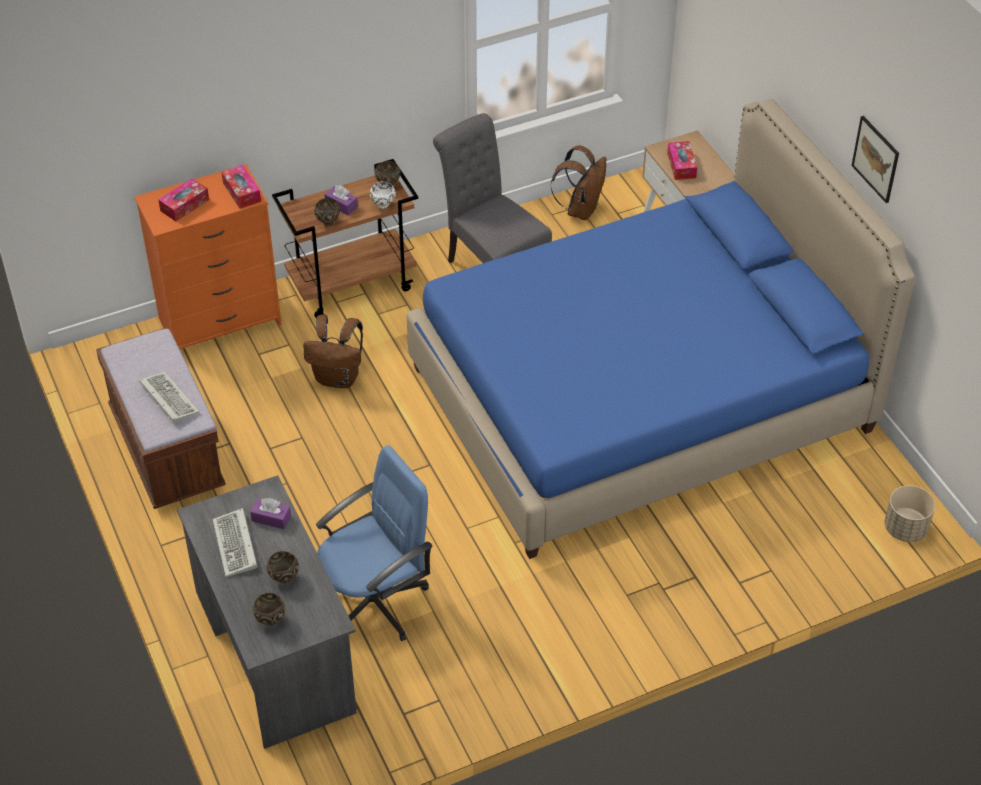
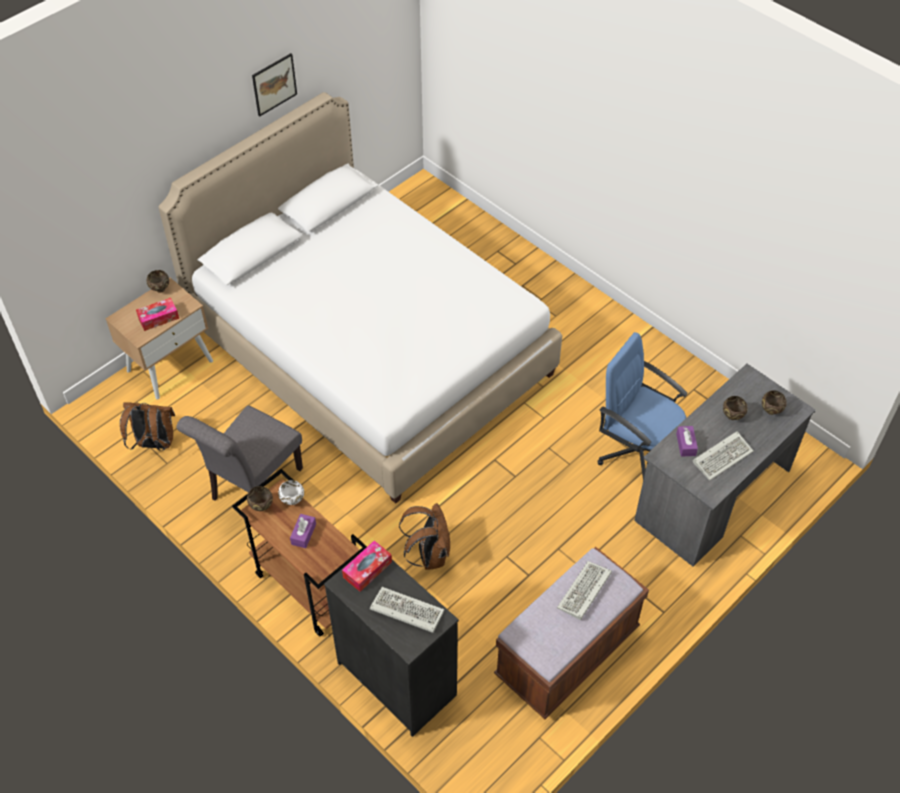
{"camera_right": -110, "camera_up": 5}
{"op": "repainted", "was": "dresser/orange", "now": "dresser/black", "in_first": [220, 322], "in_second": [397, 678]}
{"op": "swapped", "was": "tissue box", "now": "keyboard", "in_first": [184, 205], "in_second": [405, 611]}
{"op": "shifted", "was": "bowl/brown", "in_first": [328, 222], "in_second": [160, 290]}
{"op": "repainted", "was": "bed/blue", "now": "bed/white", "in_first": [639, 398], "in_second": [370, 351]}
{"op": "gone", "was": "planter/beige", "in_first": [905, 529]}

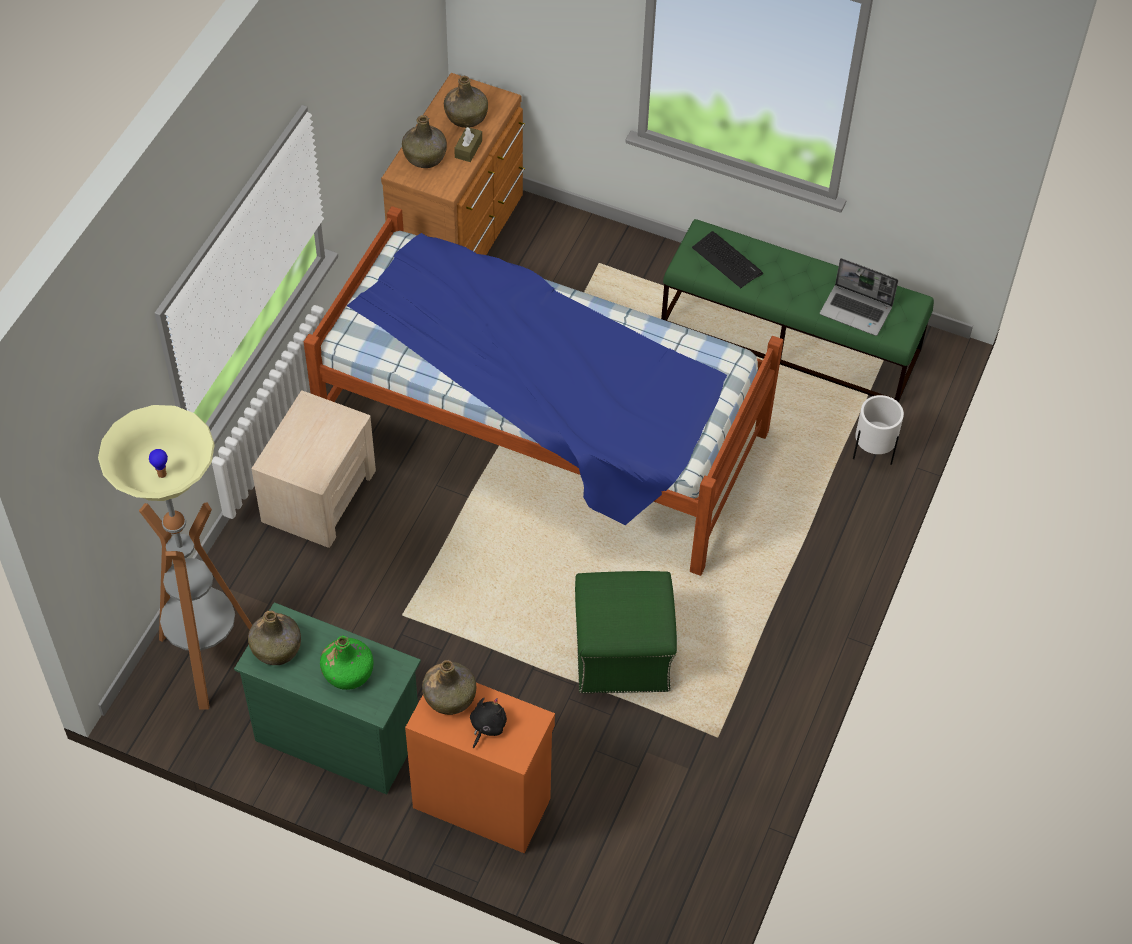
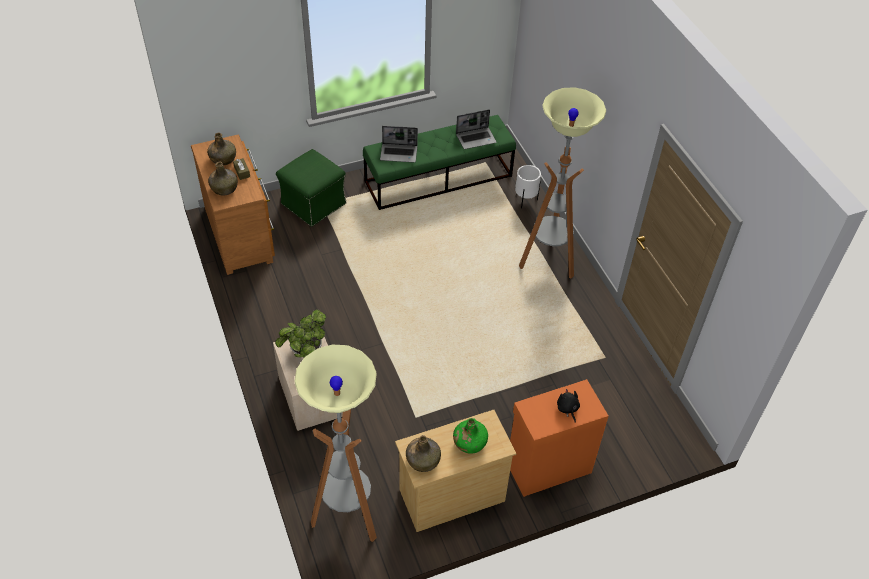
{"camera_right": -45, "camera_up": -5}
{"op": "repainted", "was": "dresser/green", "now": "dresser/beige", "in_first": [337, 735], "in_second": [451, 495]}
{"op": "gone", "was": "bed", "in_first": [542, 435]}
{"op": "gone", "was": "bottle/green", "in_first": [450, 696]}
{"op": "shifted", "was": "ottoman/green", "in_first": [621, 654], "in_second": [313, 204]}
{"op": "swapped", "was": "keyboard", "now": "laptop", "in_first": [727, 260], "in_second": [399, 153]}
{"op": "new", "now": "potted plant", "in_second": [304, 351]}
{"op": "new", "now": "floor lamp", "in_second": [548, 261]}

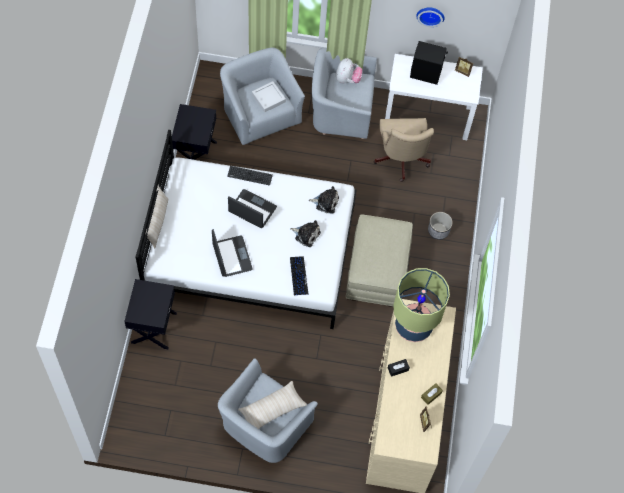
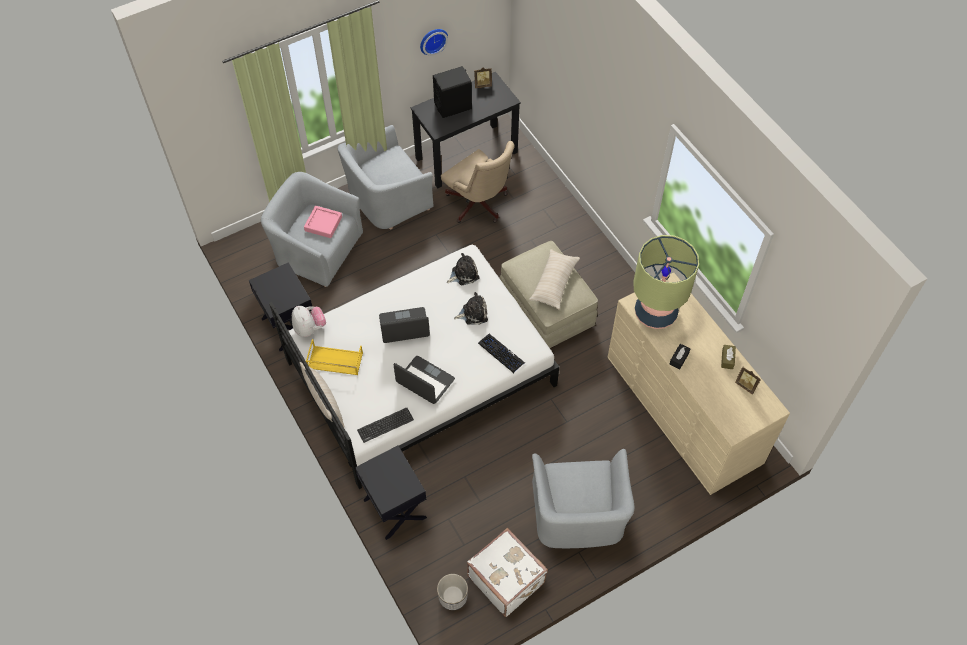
{"camera_right": -35, "camera_up": -5}
{"op": "shifted", "was": "keyboard", "in_first": [250, 175], "in_second": [385, 425]}
{"op": "shifted", "was": "pillow/beige", "in_first": [272, 409], "in_second": [554, 283]}
{"op": "repainted", "was": "tray/grey", "now": "tray/pink", "in_first": [268, 98], "in_second": [323, 224]}
{"op": "shifted", "was": "plush toy", "in_first": [347, 79], "in_second": [309, 328]}
{"op": "repainted", "was": "desk/white", "now": "desk/black", "in_first": [428, 116], "in_second": [467, 155]}
{"op": "shifted", "was": "planter", "in_first": [438, 230], "in_second": [452, 597]}
{"op": "new", "now": "tray/yellow", "in_second": [334, 361]}
{"op": "new", "now": "suitcase/white", "in_second": [506, 578]}

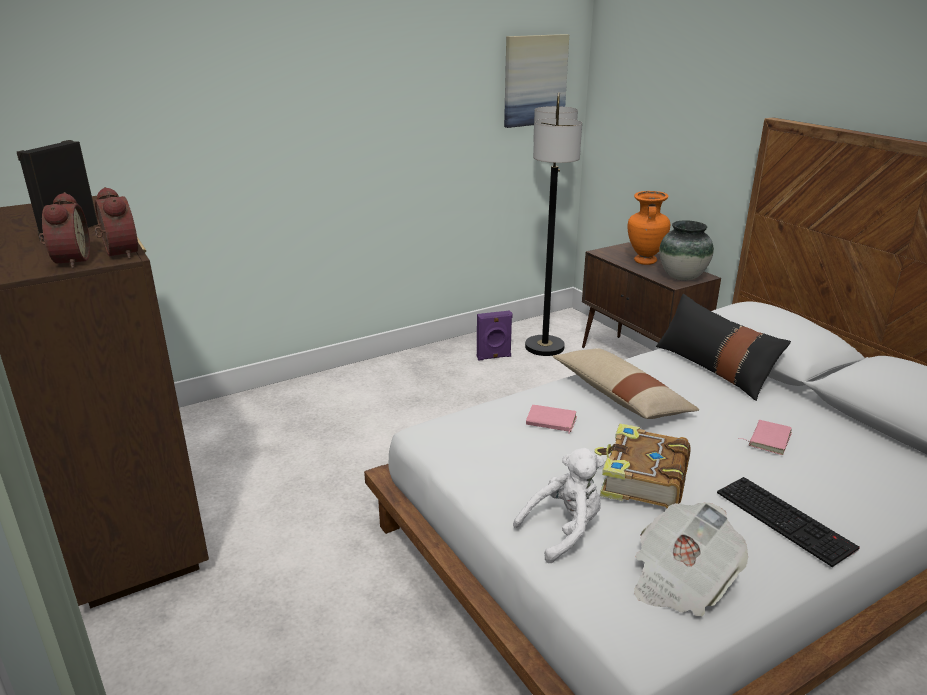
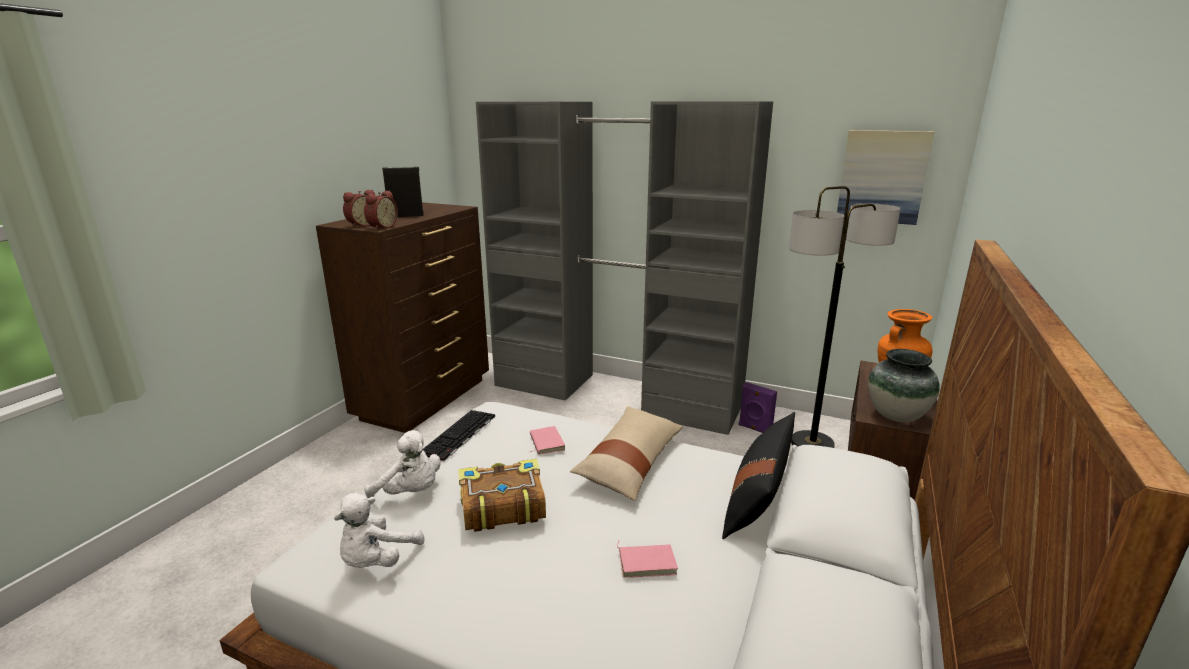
{"camera_right": 55, "camera_up": -5}
{"op": "swapped", "was": "newspaper", "now": "plush toy/white", "in_first": [680, 580], "in_second": [377, 560]}
{"op": "shifted", "was": "keyboard", "in_first": [786, 520], "in_second": [459, 435]}
{"op": "new", "now": "wardrobe/grey", "in_second": [616, 394]}

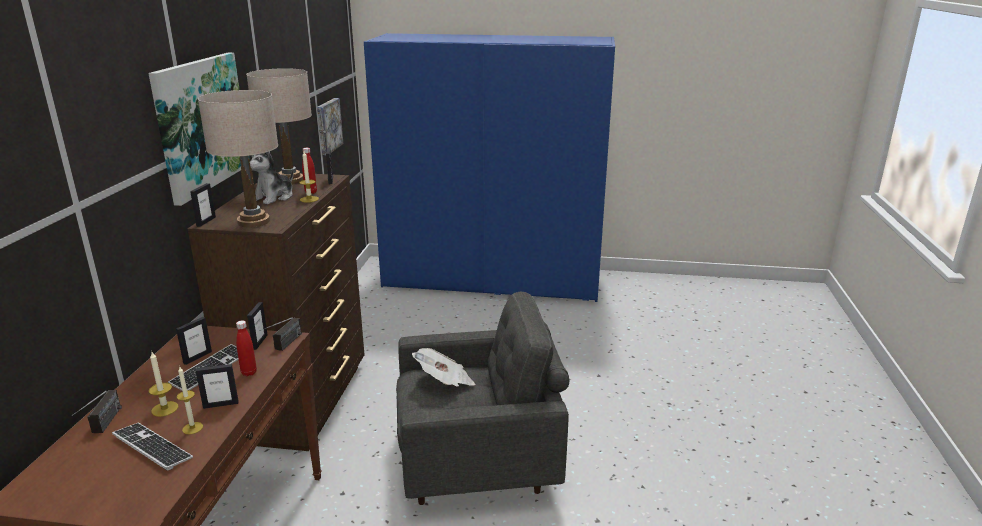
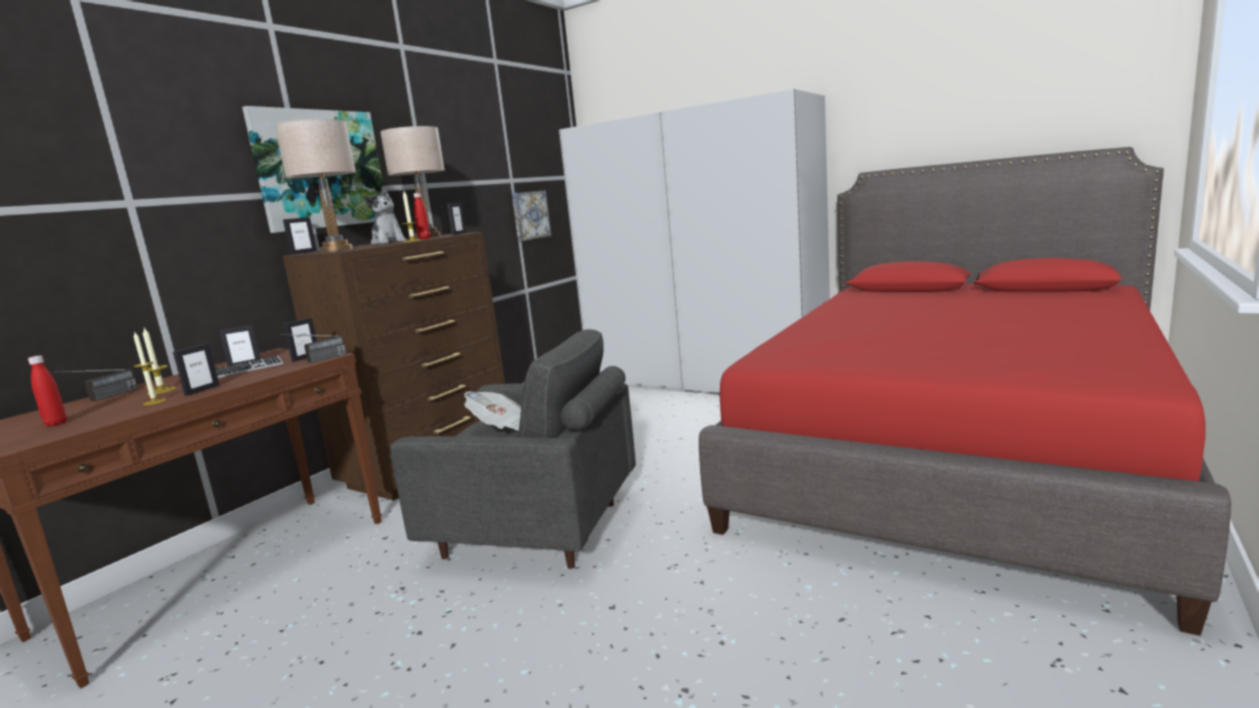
{"camera_right": 25, "camera_up": -10}
{"op": "gone", "was": "keyboard", "in_first": [152, 447]}
{"op": "rotated", "was": "picture frame", "in_first": [221, 404], "in_second": [202, 390], "clockwise": -75}
{"op": "shifted", "was": "bottle/red", "in_first": [249, 372], "in_second": [56, 423]}
{"op": "rotated", "was": "plush toy", "in_first": [274, 197], "in_second": [389, 242], "clockwise": -90}
{"op": "repainted", "was": "wardrobe/blue", "now": "wardrobe/white", "in_first": [492, 279], "in_second": [704, 381]}
{"op": "new", "now": "bed/red", "in_second": [954, 456]}

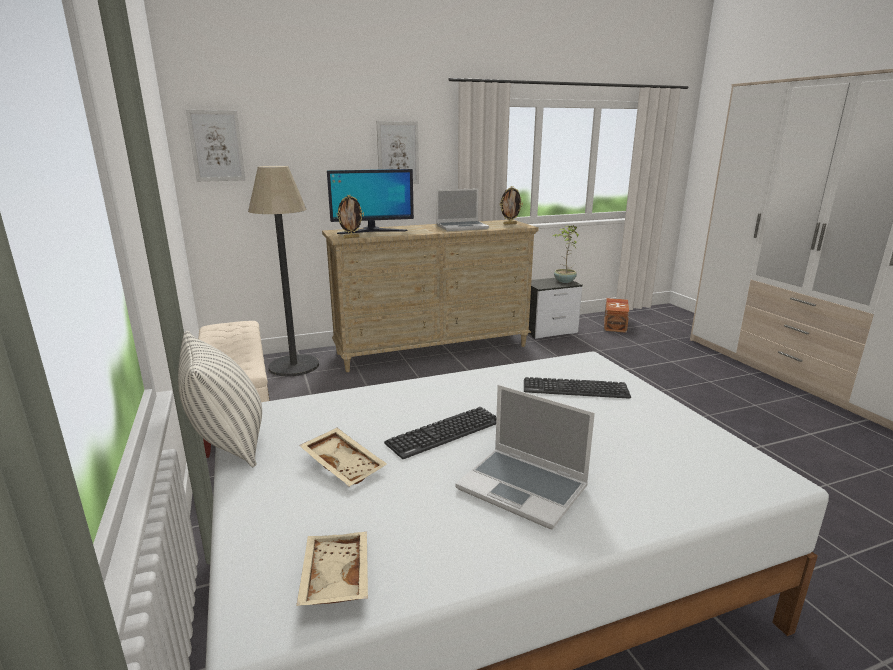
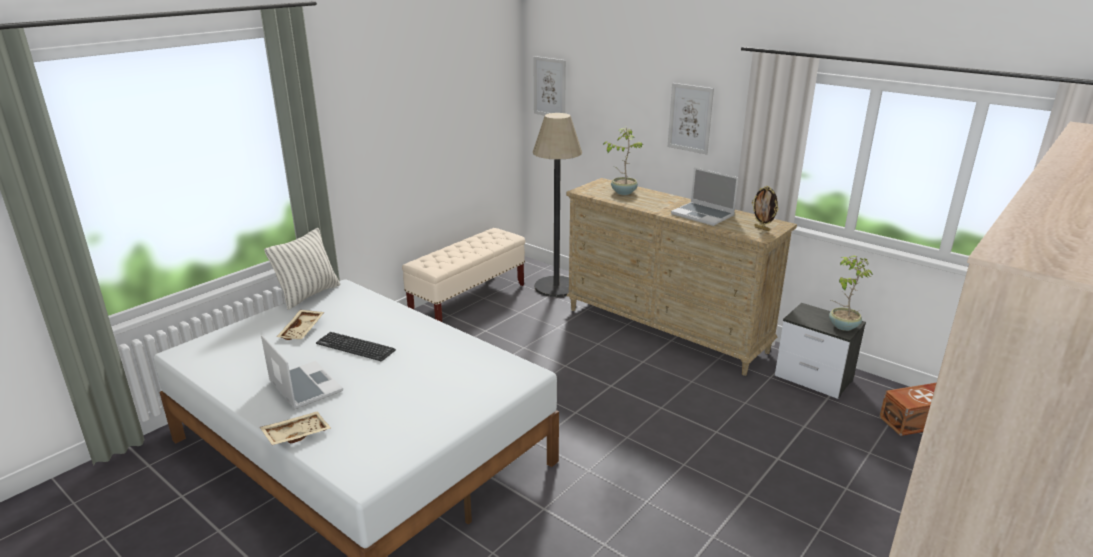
{"camera_right": 60, "camera_up": 5}
{"op": "shifted", "was": "tray/beige", "in_first": [334, 578], "in_second": [296, 434]}
{"op": "swapped", "was": "monitor", "now": "potted plant", "in_first": [372, 231], "in_second": [623, 192]}
{"op": "gone", "was": "picture frame", "in_first": [351, 237]}
{"op": "rotated", "was": "laptop", "in_first": [524, 488], "in_second": [304, 386], "clockwise": 135}
{"op": "gone", "was": "keyboard", "in_first": [575, 389]}

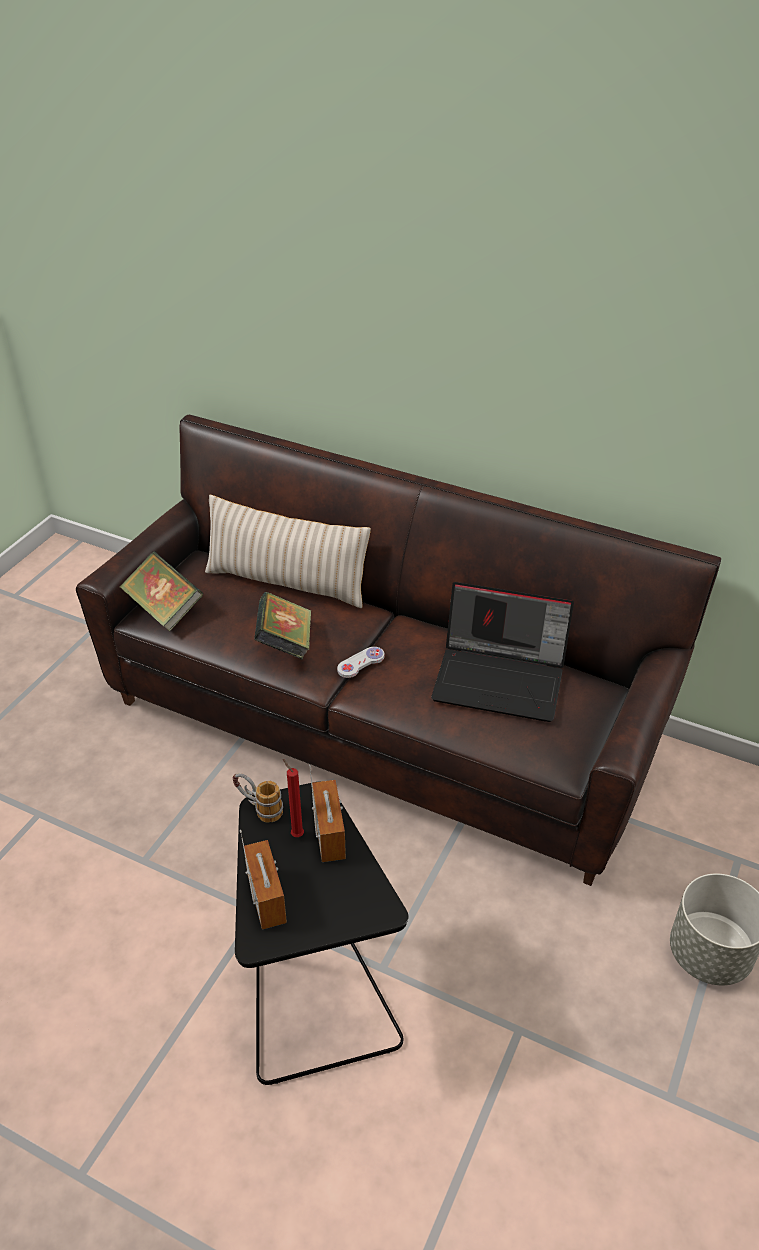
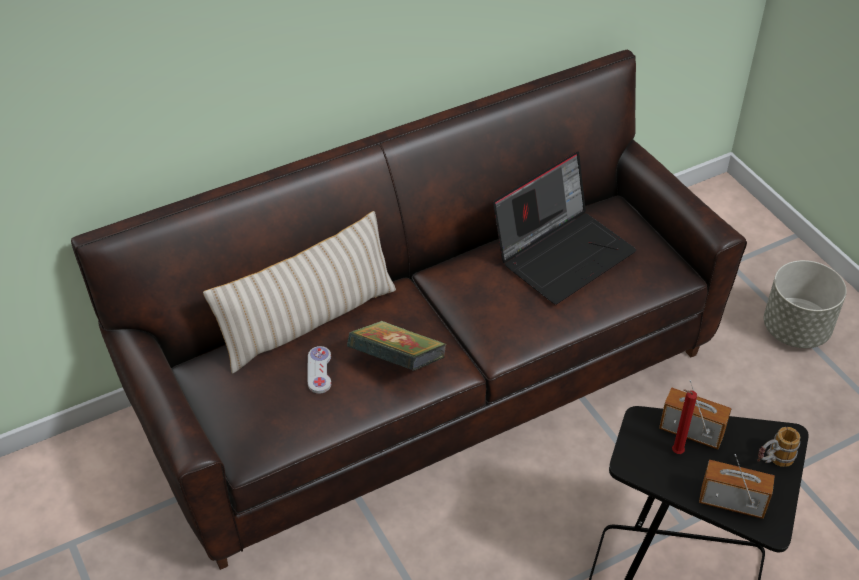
{"camera_right": -55, "camera_up": 5}
{"op": "gone", "was": "book", "in_first": [164, 609]}
{"op": "shifted", "was": "mug", "in_first": [259, 808], "in_second": [772, 462]}
{"op": "shifted", "was": "game controller/white", "in_first": [360, 663], "in_second": [319, 371]}

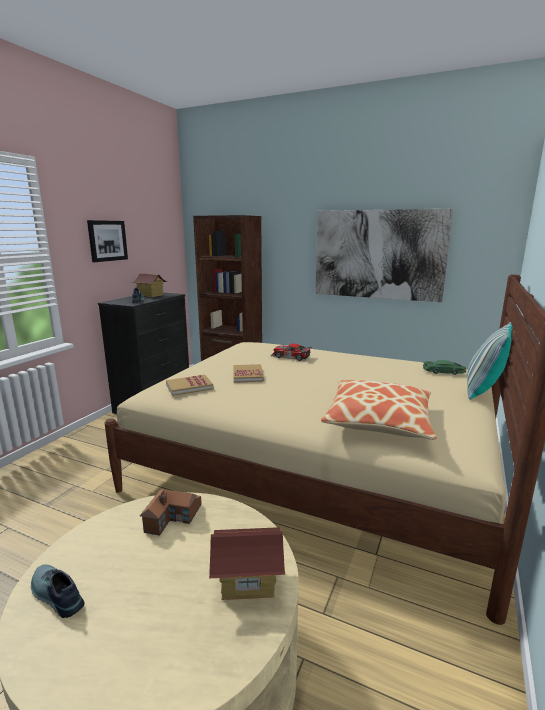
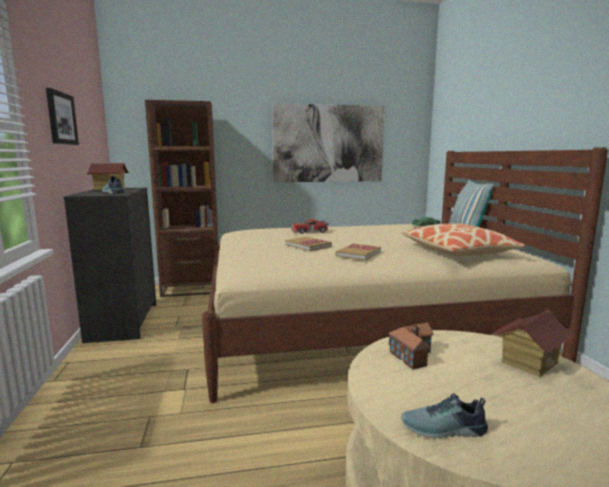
{"camera_right": -35, "camera_up": -5}
{"op": "shifted", "was": "book", "in_first": [189, 387], "in_second": [358, 254]}

